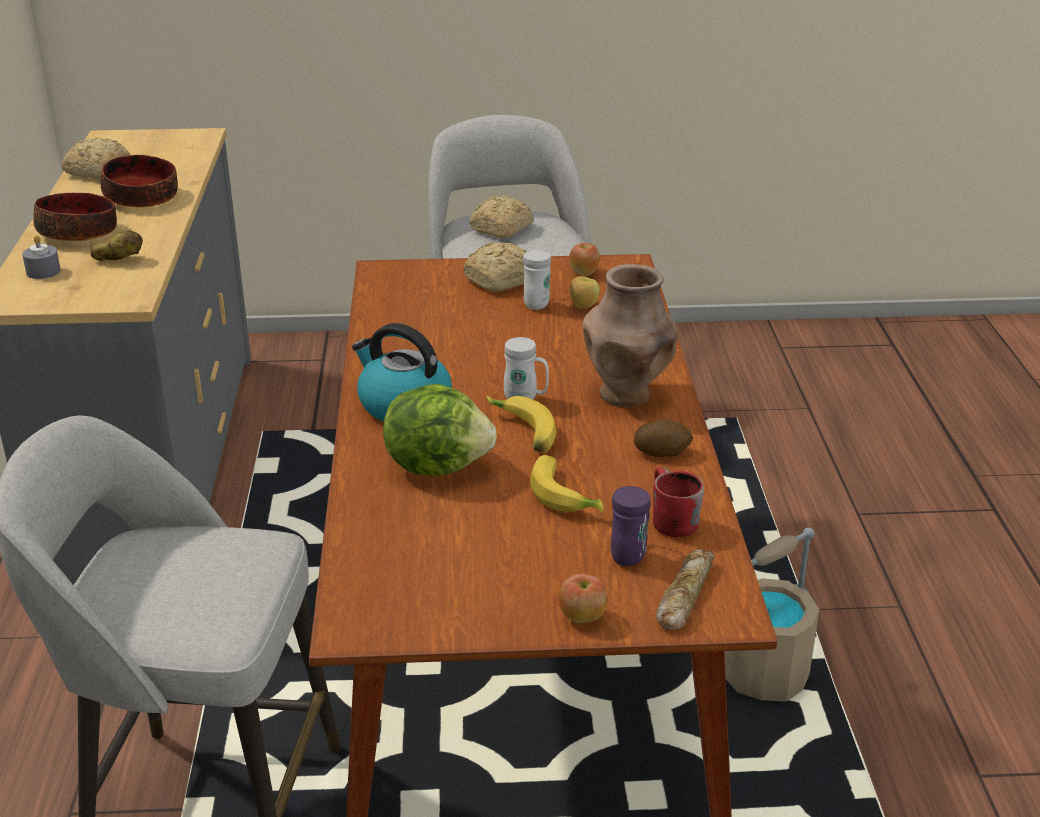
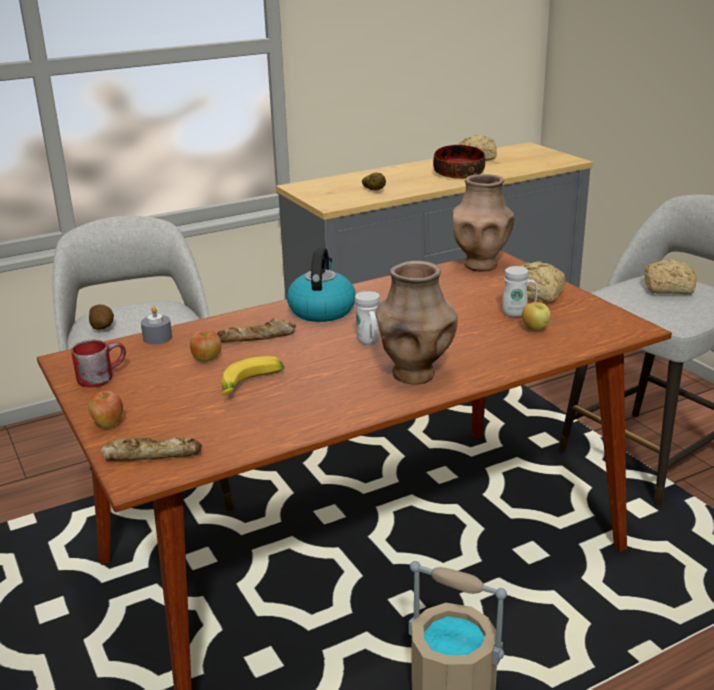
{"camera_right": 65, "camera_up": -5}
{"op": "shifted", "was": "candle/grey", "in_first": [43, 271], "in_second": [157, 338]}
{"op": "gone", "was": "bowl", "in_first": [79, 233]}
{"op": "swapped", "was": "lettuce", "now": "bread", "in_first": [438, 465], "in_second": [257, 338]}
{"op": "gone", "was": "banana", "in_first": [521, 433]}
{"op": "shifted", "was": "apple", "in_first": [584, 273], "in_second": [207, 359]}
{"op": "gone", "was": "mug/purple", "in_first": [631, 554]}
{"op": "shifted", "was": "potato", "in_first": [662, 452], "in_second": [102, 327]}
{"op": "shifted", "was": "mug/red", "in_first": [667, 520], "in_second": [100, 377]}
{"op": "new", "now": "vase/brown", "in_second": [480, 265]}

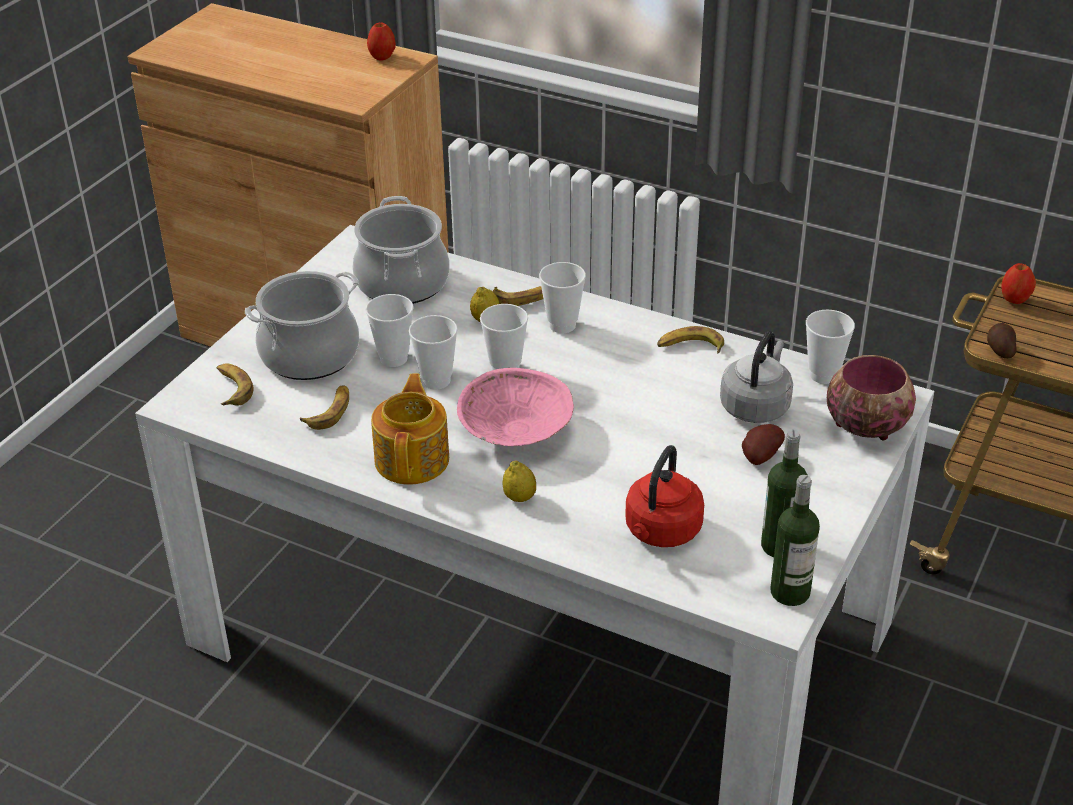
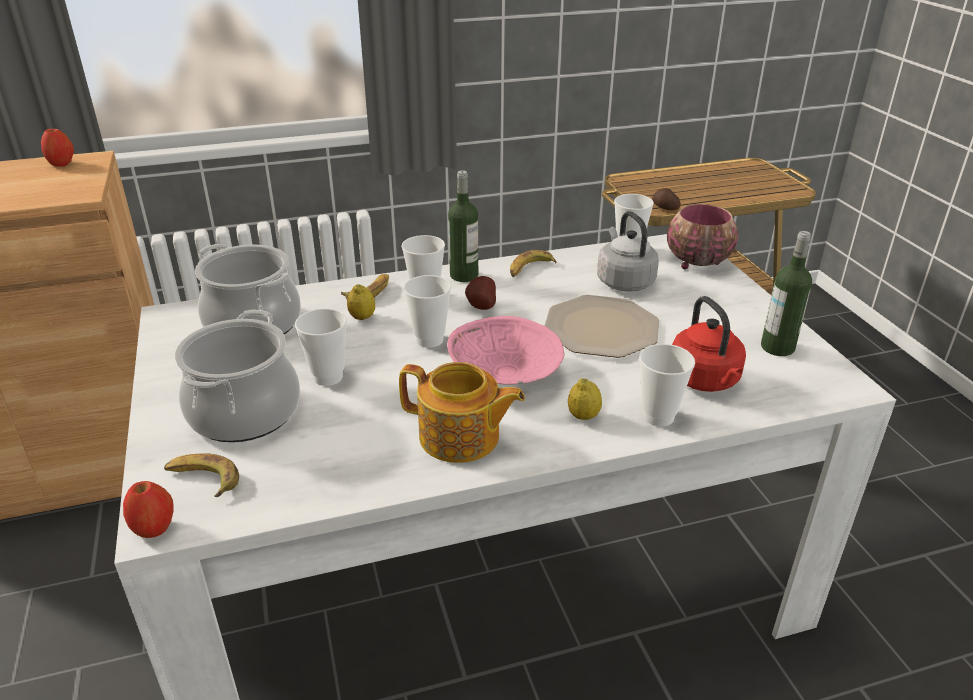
{"camera_right": -45, "camera_up": -5}
{"op": "gone", "was": "banana", "in_first": [330, 411]}
{"op": "rotated", "was": "teapot", "in_first": [413, 459], "in_second": [460, 438], "clockwise": 150}
{"op": "shifted", "was": "cup", "in_first": [436, 381], "in_second": [658, 416]}
{"op": "shifted", "was": "potato", "in_first": [759, 457], "in_second": [480, 306]}
{"op": "shifted", "was": "bottle", "in_first": [790, 592], "in_second": [464, 275]}
{"op": "shifted", "was": "apple", "in_first": [1015, 299], "in_second": [154, 528]}
{"op": "new", "now": "plate", "in_second": [600, 328]}

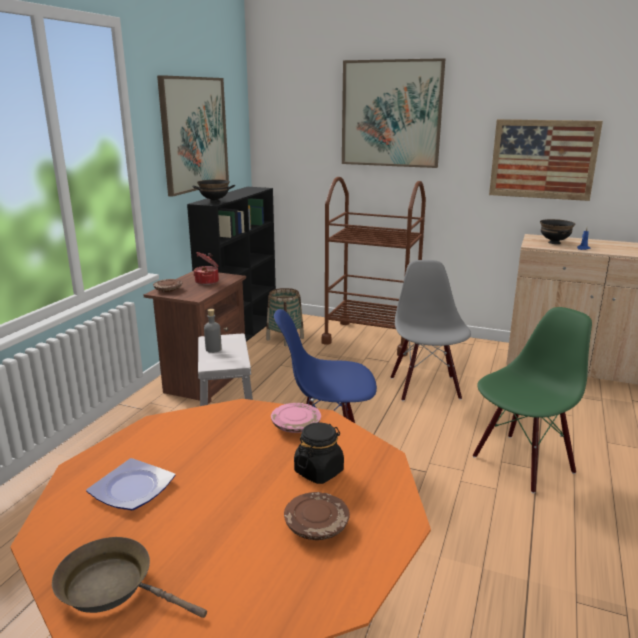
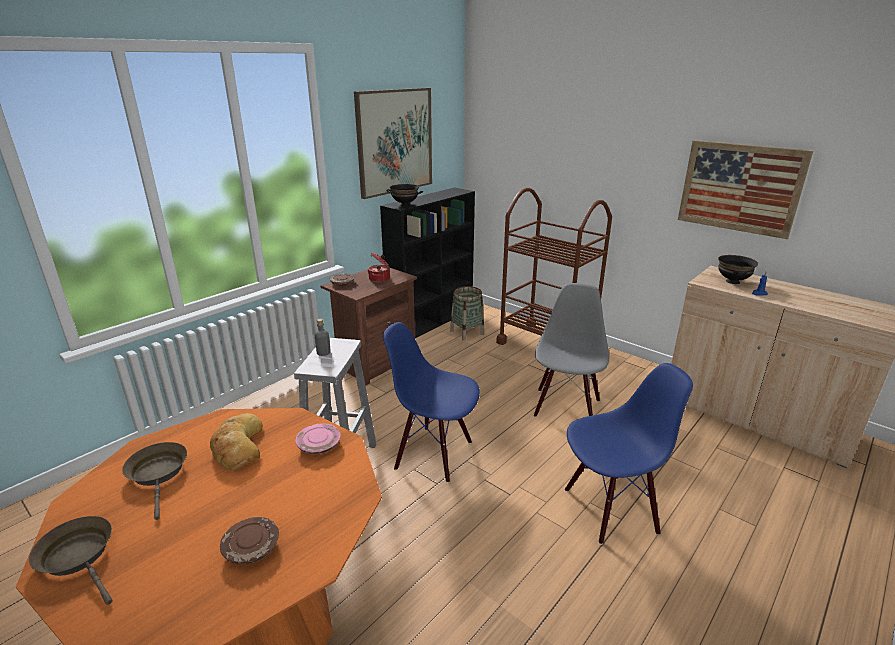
{"camera_right": 20, "camera_up": 5}
{"op": "swapped", "was": "plate", "now": "frying pan/brown", "in_first": [132, 488], "in_second": [159, 474]}
{"op": "gone", "was": "jar/black", "in_first": [319, 471]}
{"op": "gone", "was": "picture", "in_first": [391, 114]}
{"op": "repainted", "was": "chair/green", "now": "chair/blue", "in_first": [522, 463], "in_second": [610, 509]}
{"op": "new", "now": "bread", "in_second": [237, 446]}

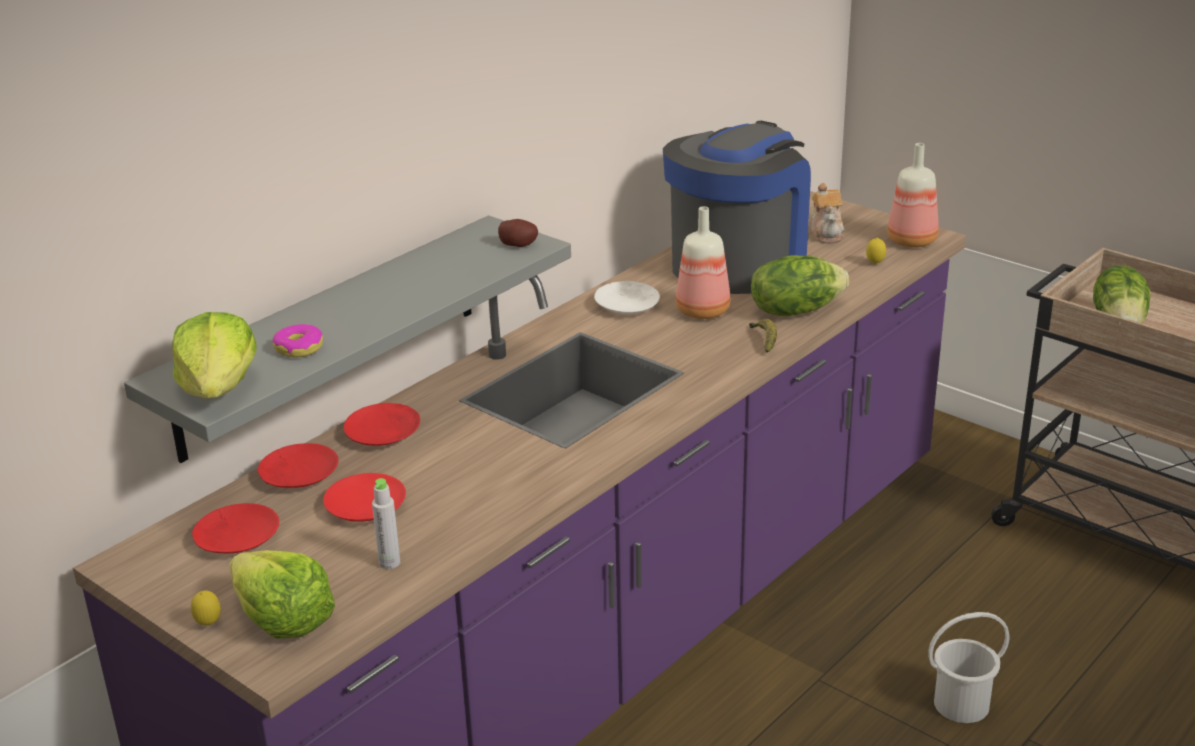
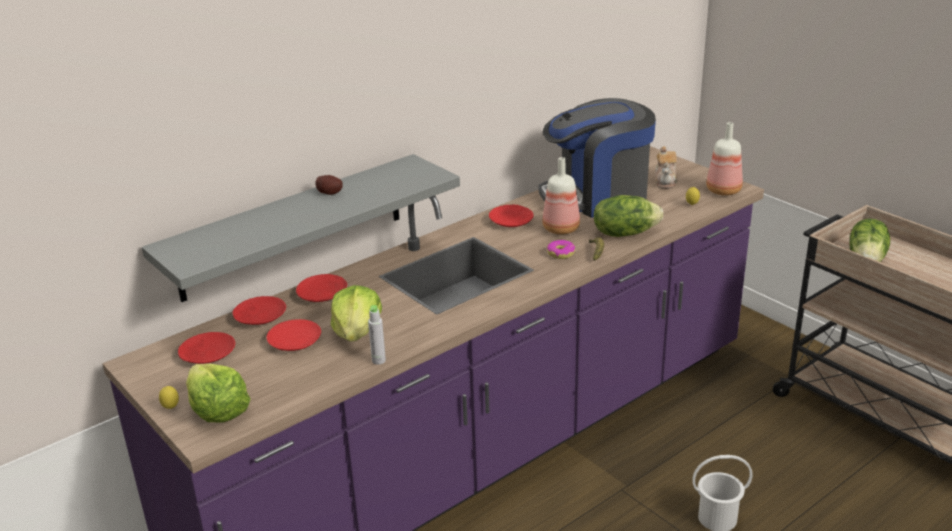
{"camera_right": 10, "camera_up": 0}
{"op": "shifted", "was": "lettuce", "in_first": [219, 387], "in_second": [357, 332]}
{"op": "shifted", "was": "donut", "in_first": [299, 348], "in_second": [561, 253]}
{"op": "shifted", "was": "bottle/grey", "in_first": [389, 562], "in_second": [378, 360]}
{"op": "shifted", "was": "potato", "in_first": [519, 244], "in_second": [330, 192]}
{"op": "repainted", "was": "plate/white", "now": "plate/red", "in_first": [627, 305], "in_second": [511, 221]}
{"op": "rotated", "was": "coffee machine", "in_first": [738, 262], "in_second": [597, 197], "clockwise": -150}

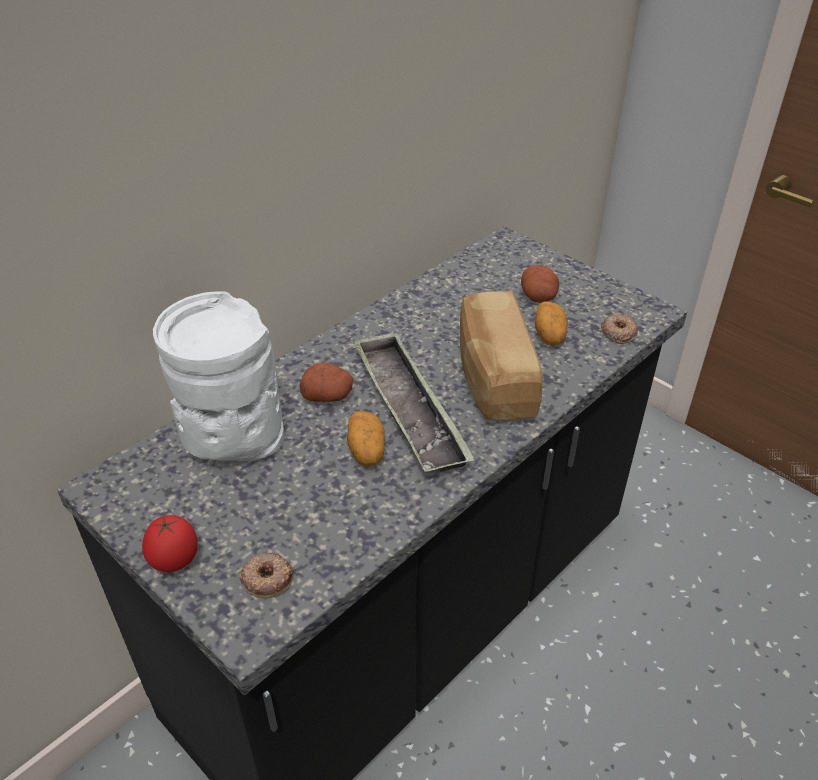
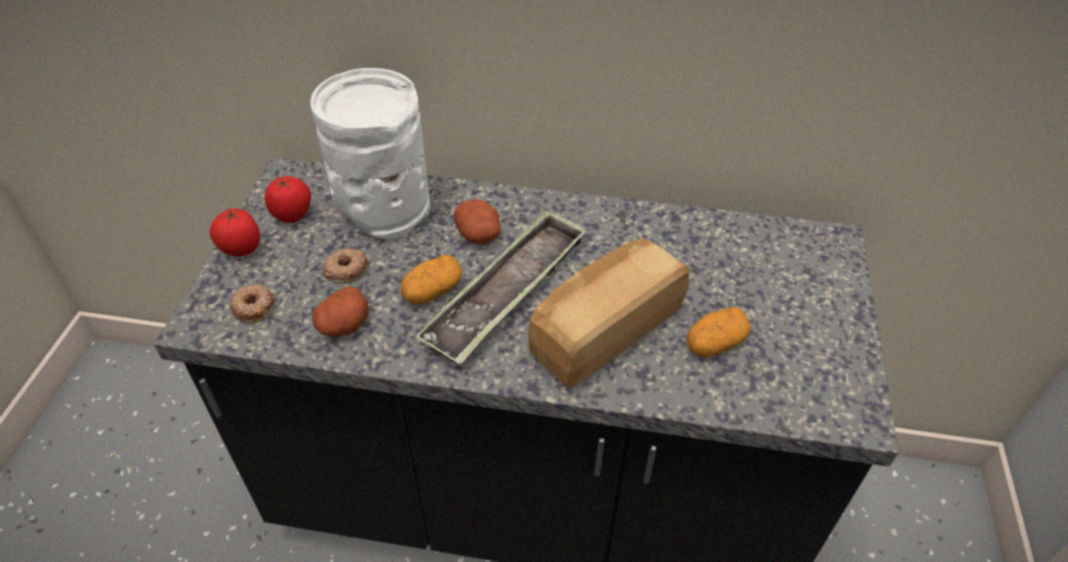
{"camera_right": 55, "camera_up": 5}
{"op": "shifted", "was": "potato", "in_first": [539, 296], "in_second": [344, 325]}
{"op": "shifted", "was": "donut", "in_first": [618, 332], "in_second": [346, 269]}
{"op": "new", "now": "tomato", "in_second": [293, 215]}

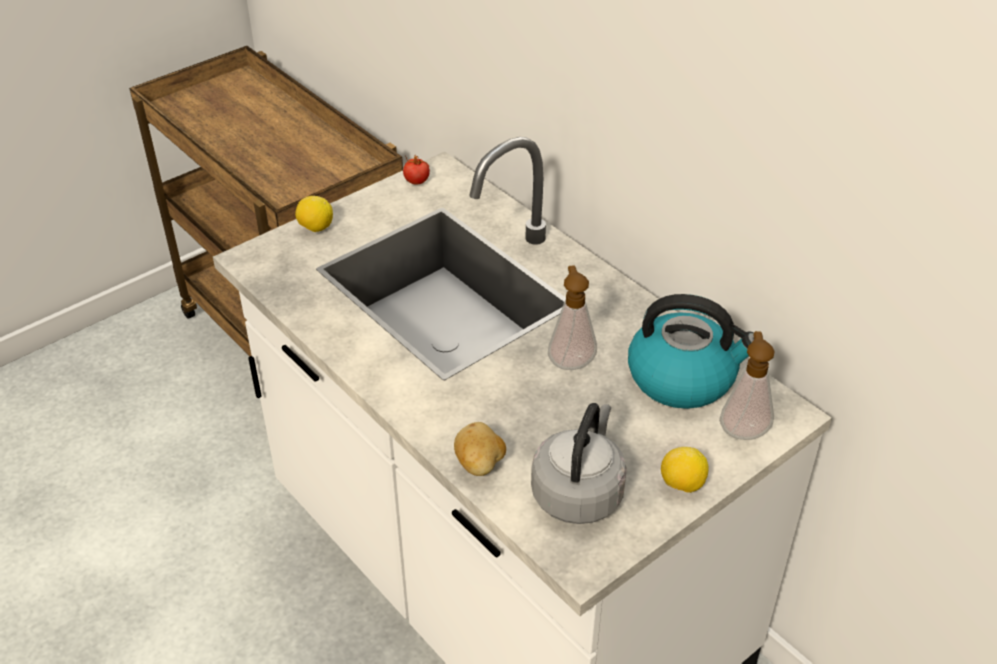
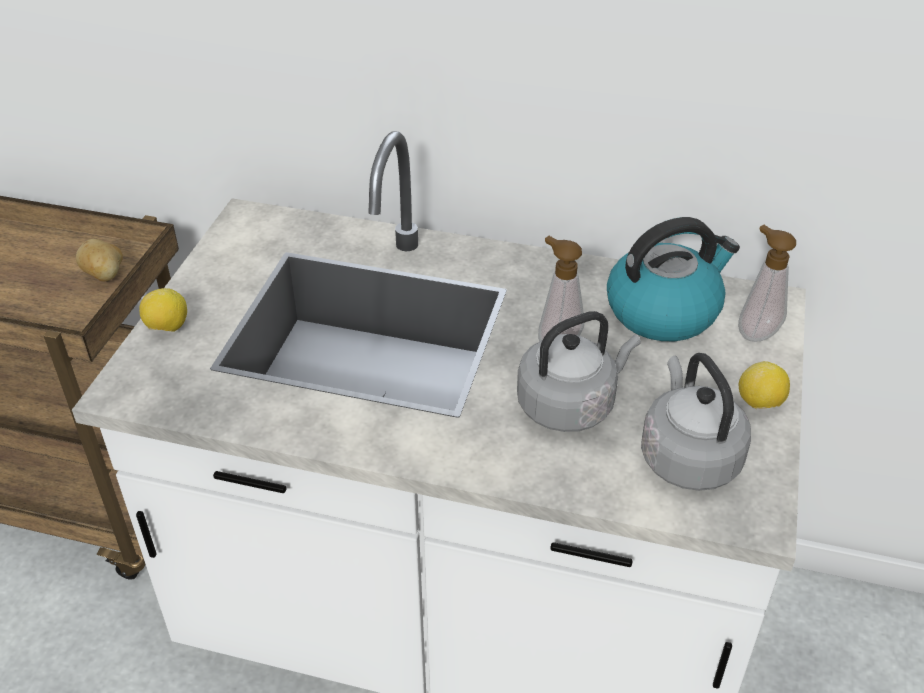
{"camera_right": -35, "camera_up": 0}
{"op": "gone", "was": "tomato", "in_first": [417, 181]}
{"op": "shifted", "was": "potato", "in_first": [480, 465], "in_second": [105, 275]}
{"op": "new", "now": "kettle/grey", "in_second": [570, 404]}

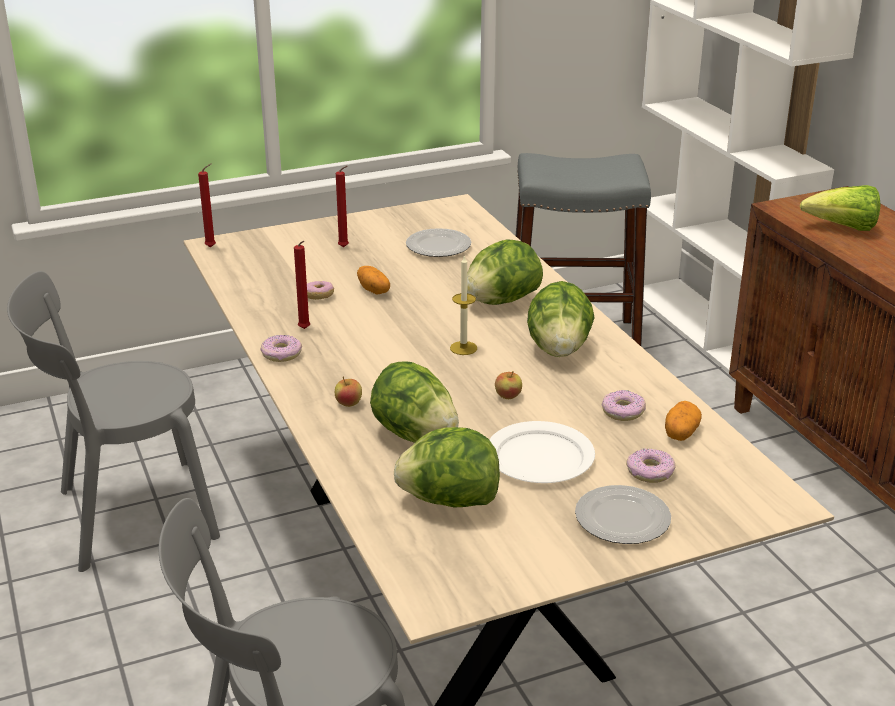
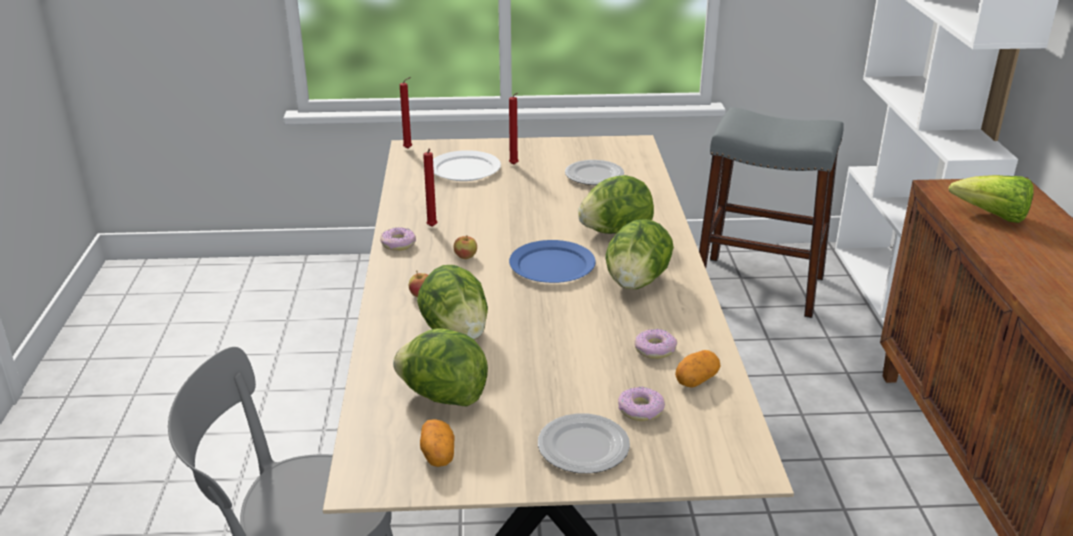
{"camera_right": 20, "camera_up": 0}
{"op": "gone", "was": "chair/grey", "in_first": [128, 515]}
{"op": "gone", "was": "donut", "in_first": [318, 296]}
{"op": "shifted", "was": "potato", "in_first": [374, 290], "in_second": [438, 455]}
{"op": "swapped", "was": "candle", "now": "plate/blue", "in_first": [463, 348], "in_second": [552, 266]}
{"op": "shifted", "was": "plate/white", "in_first": [540, 457], "in_second": [465, 169]}
{"op": "shifted", "was": "apple", "in_first": [508, 396], "in_second": [466, 257]}

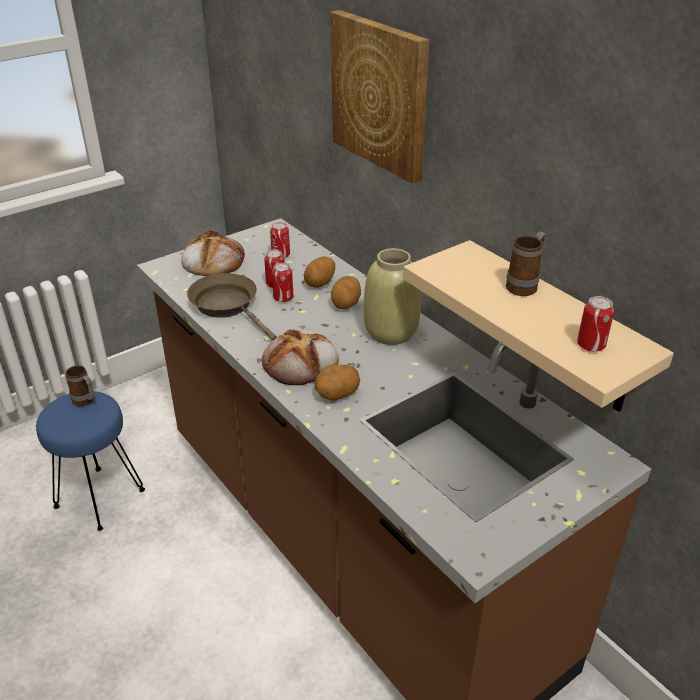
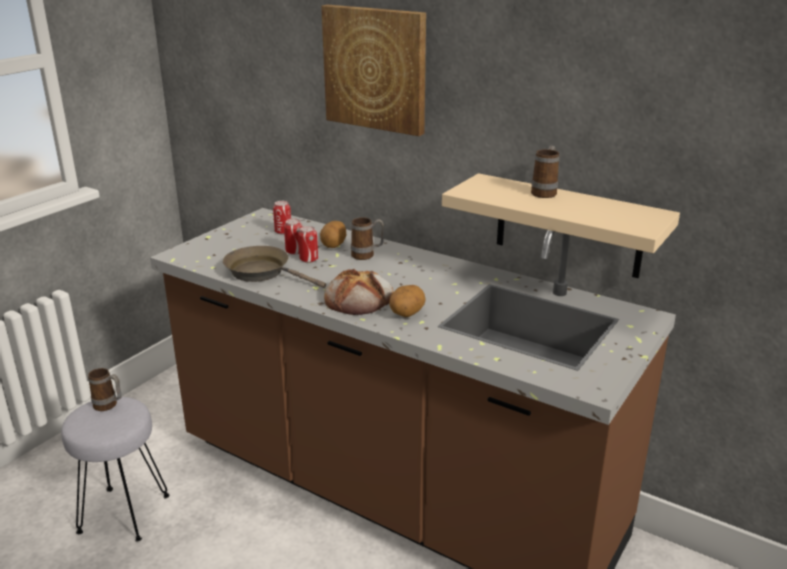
{"camera_right": -20, "camera_up": -10}
{"op": "repainted", "was": "stool/blue", "now": "stool/grey", "in_first": [100, 497], "in_second": [125, 513]}
{"op": "gone", "was": "bread", "in_first": [213, 260]}
{"op": "swapped", "was": "potato", "now": "mug", "in_first": [346, 304], "in_second": [367, 255]}
{"op": "gone", "was": "vase/beige", "in_first": [391, 332]}
{"op": "gone", "was": "can", "in_first": [591, 345]}

